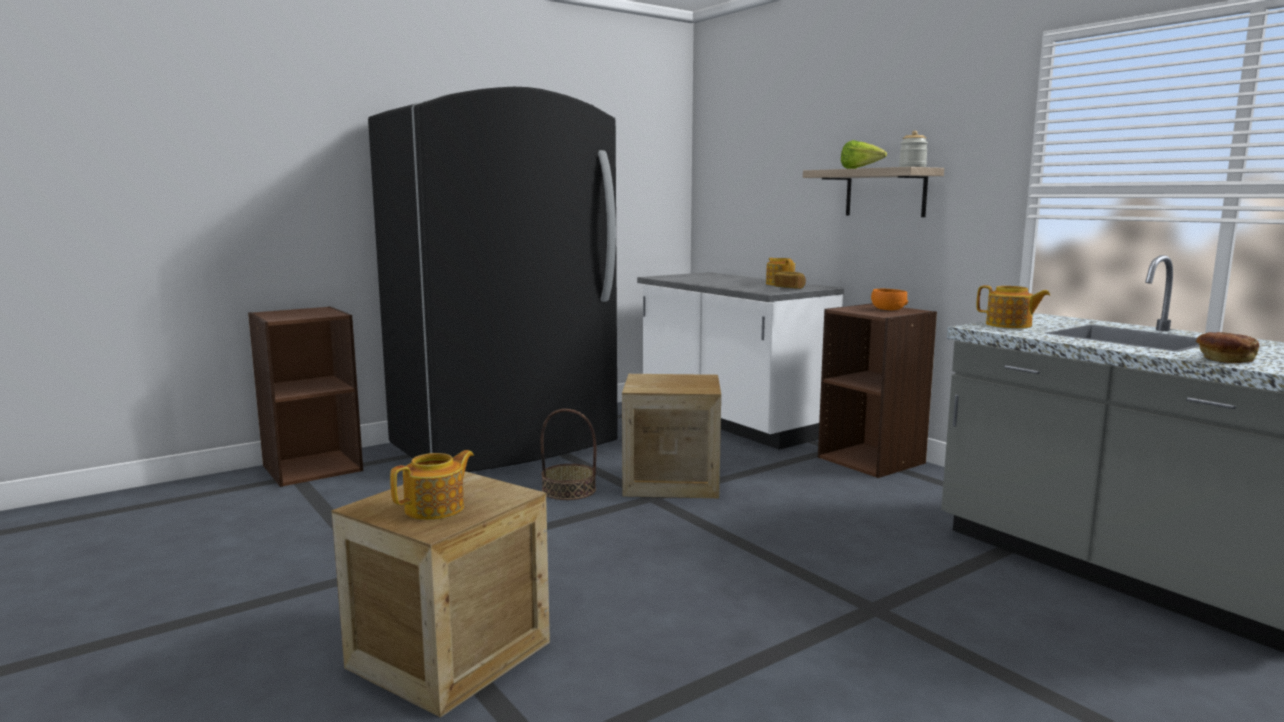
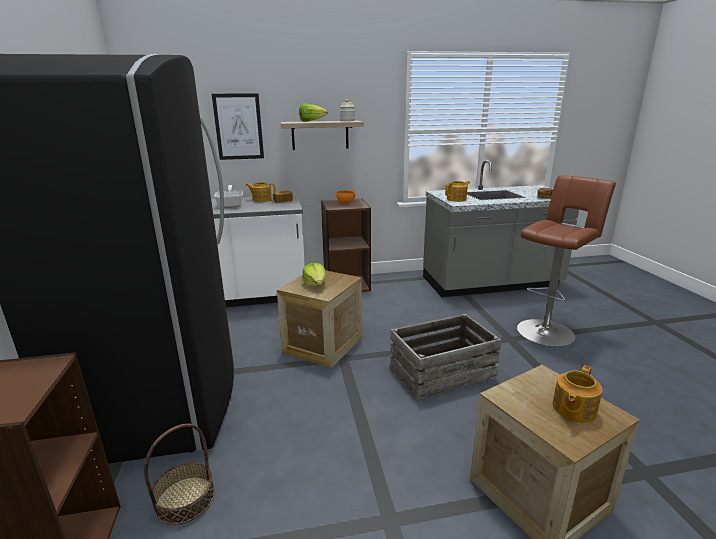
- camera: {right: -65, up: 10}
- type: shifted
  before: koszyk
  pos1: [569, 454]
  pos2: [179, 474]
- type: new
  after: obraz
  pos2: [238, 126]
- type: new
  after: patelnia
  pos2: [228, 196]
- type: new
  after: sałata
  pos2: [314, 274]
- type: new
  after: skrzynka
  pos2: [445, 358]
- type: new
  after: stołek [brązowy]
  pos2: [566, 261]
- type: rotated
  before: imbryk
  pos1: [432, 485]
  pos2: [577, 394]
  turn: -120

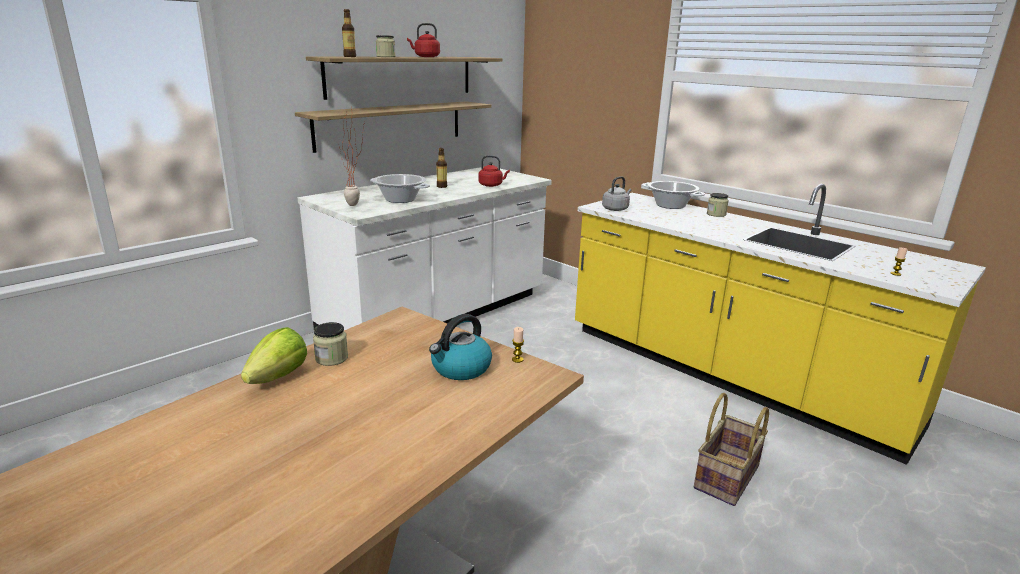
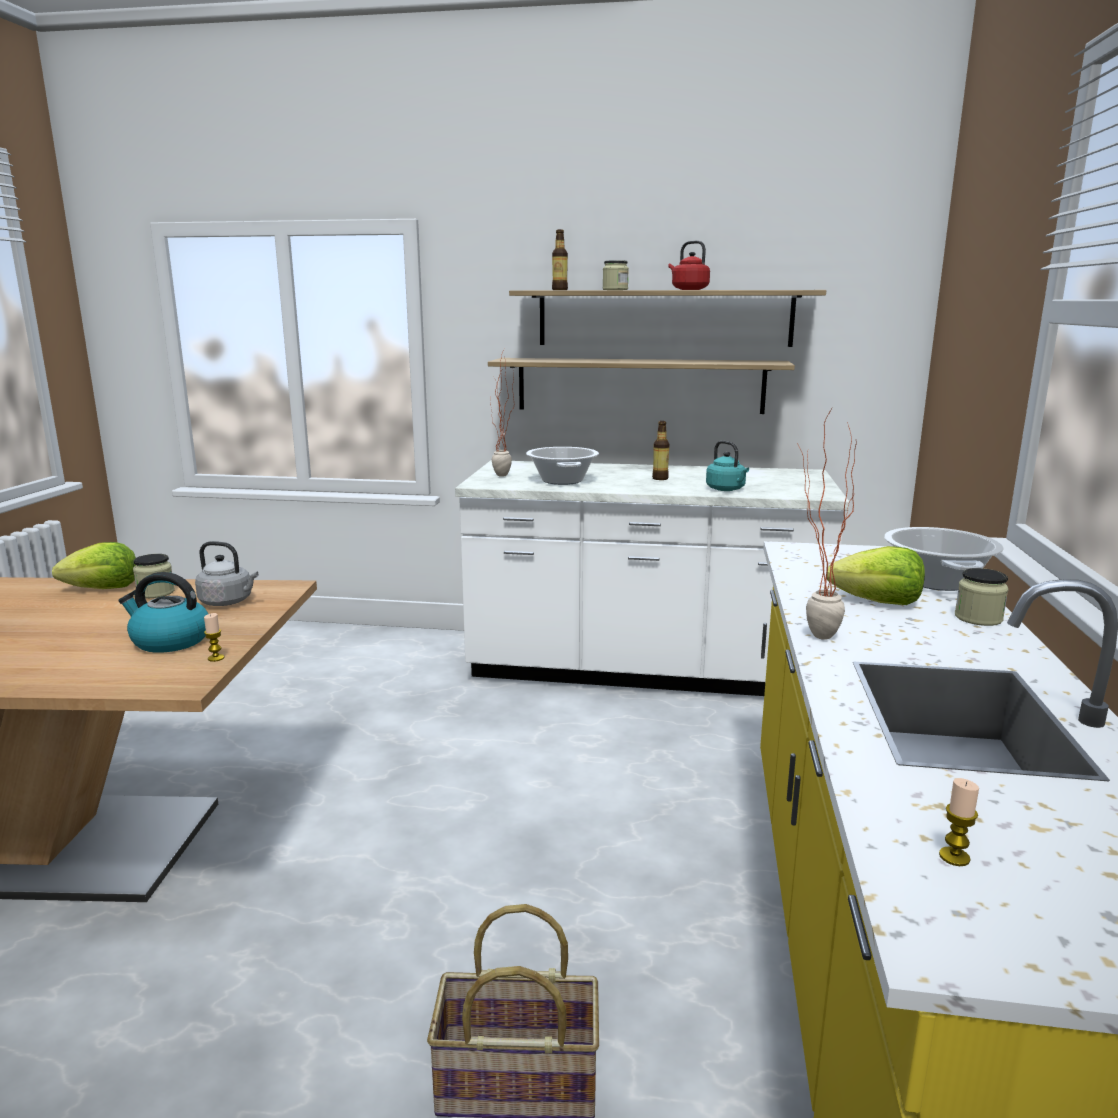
- camera: {right: 55, up: -5}
- type: shifted
  before: czajnik [szary]
  pos1: [616, 193]
  pos2: [226, 573]
- type: repainted
  before: czajnik [czerwony]
  after: czajnik [turkusowy]
  pos1: [494, 171]
  pos2: [727, 465]
- type: new
  after: roślina doniczkowa
  pos2: [827, 524]
- type: new
  after: sałata
  pos2: [876, 575]

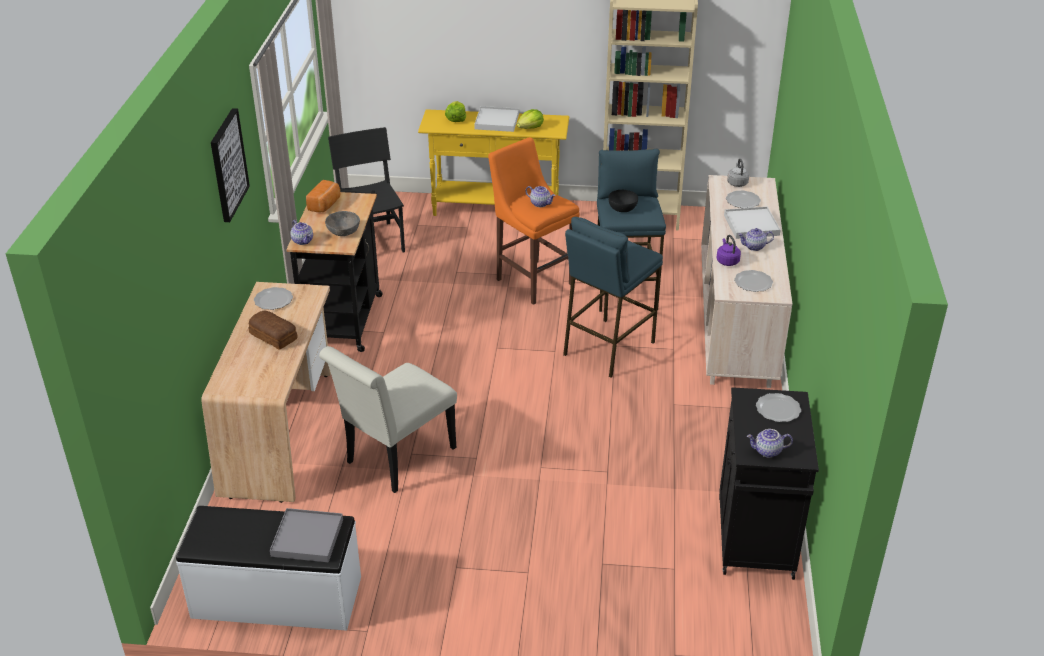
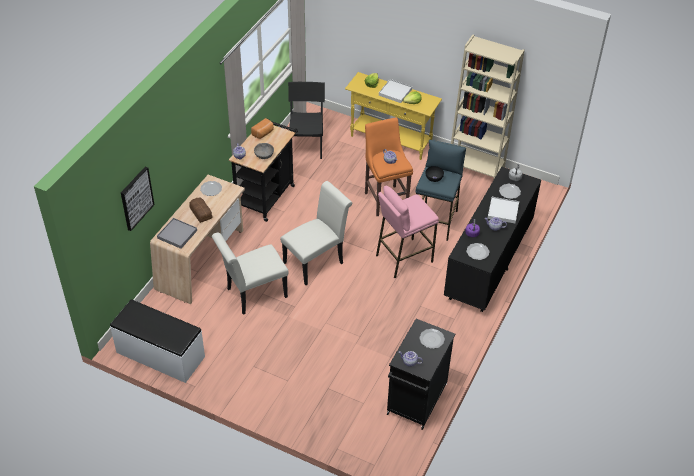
- camera: {right: 20, up: 10}
- type: shifted
  before: obraz
  pos1: [230, 165]
  pos2: [137, 199]
- type: shifted
  before: taca [szary]
  pos1: [306, 535]
  pos2: [177, 233]
- type: new
  after: krzesło [biały]
  pos2: [316, 233]
- type: repainted
  before: stołek [niebieski]
  after: stołek [różowy]
  pos1: [613, 297]
  pos2: [407, 232]
- type: repainted
  before: komoda [beżowy]
  after: komoda [czarny]
  pos1: [746, 281]
  pos2: [492, 239]

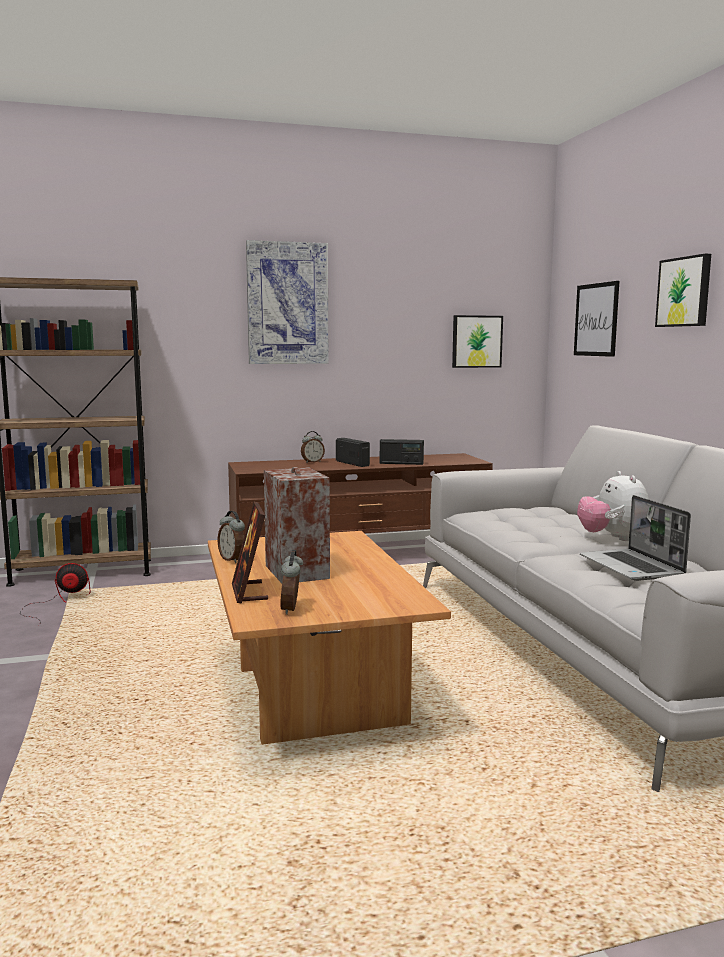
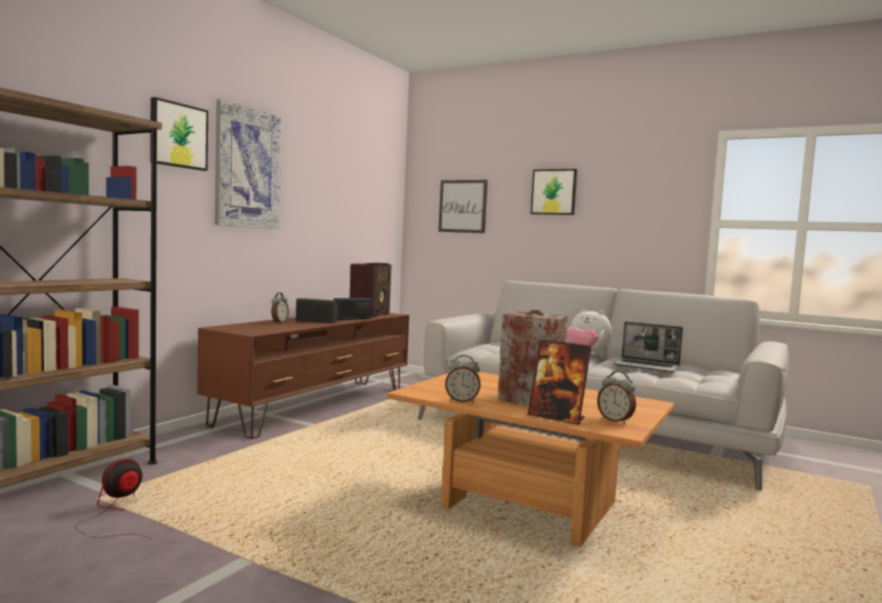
- camera: {right: -45, up: -5}
- type: shifted
  before: obraz
  pos1: [477, 341]
  pos2: [179, 134]
- type: new
  after: radio
  pos2: [370, 290]

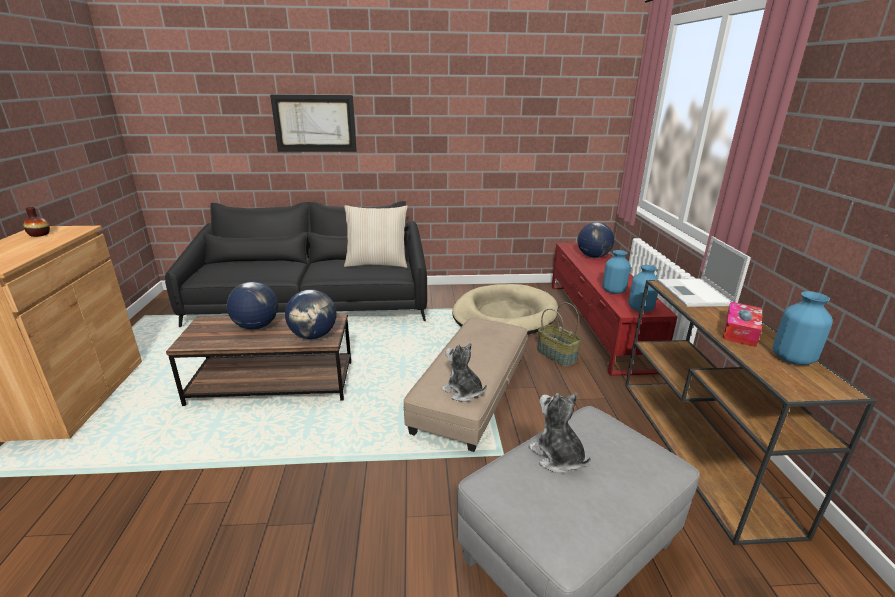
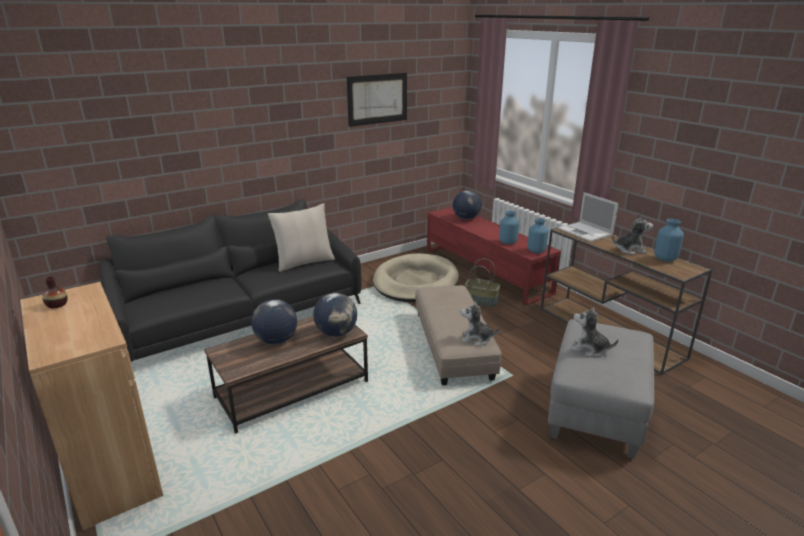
- camera: {right: -30, up: 0}
- type: shifted
  before: obraz
  pos1: [313, 123]
  pos2: [377, 100]
- type: swapped
  before: pudełko chusteczek
  after: pluszak
  pos1: [742, 324]
  pos2: [632, 234]

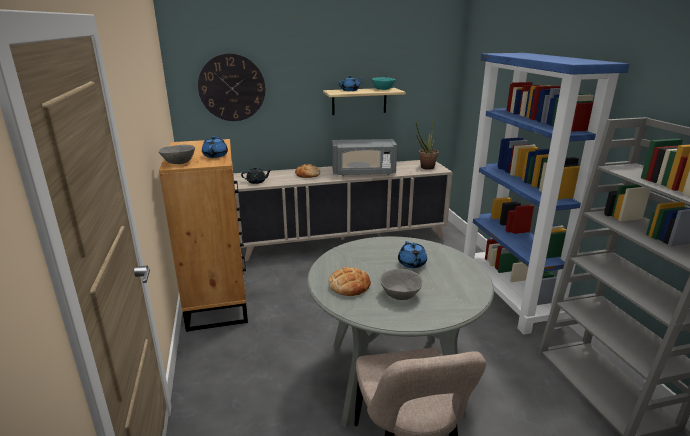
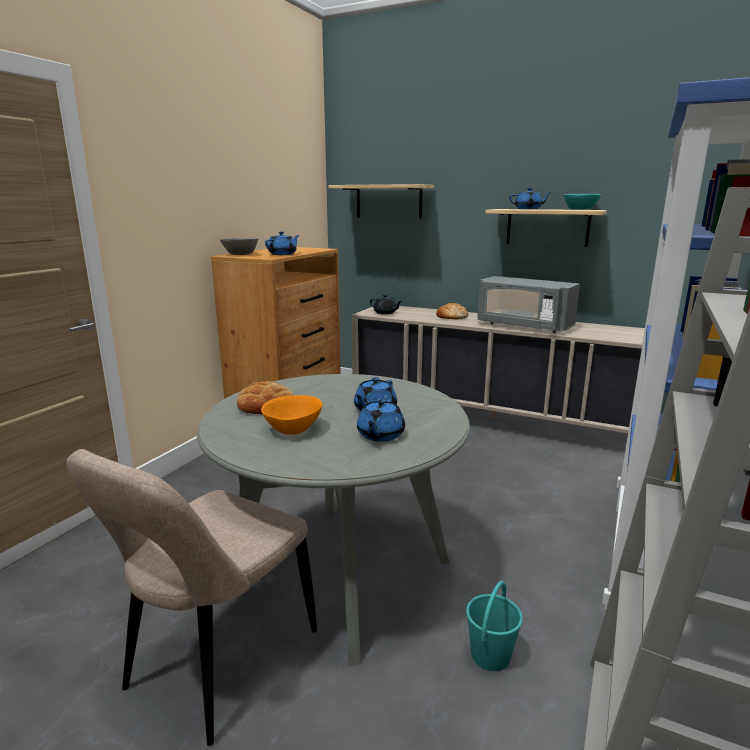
- camera: {right: 40, up: -5}
- type: repainted
  before: miska [szary]
  after: miska [pomarańczowy]
  pos1: [401, 284]
  pos2: [291, 415]
- type: swapped
  before: zegar ścienny
  after: półka
  pos1: [231, 87]
  pos2: [381, 201]
- type: new
  after: imbryk [niebieski]
  pos2: [381, 420]
- type: new
  after: wiadro [turkusowy]
  pos2: [494, 626]
- type: gone
  before: roślina doniczkowa
  pos1: [427, 145]

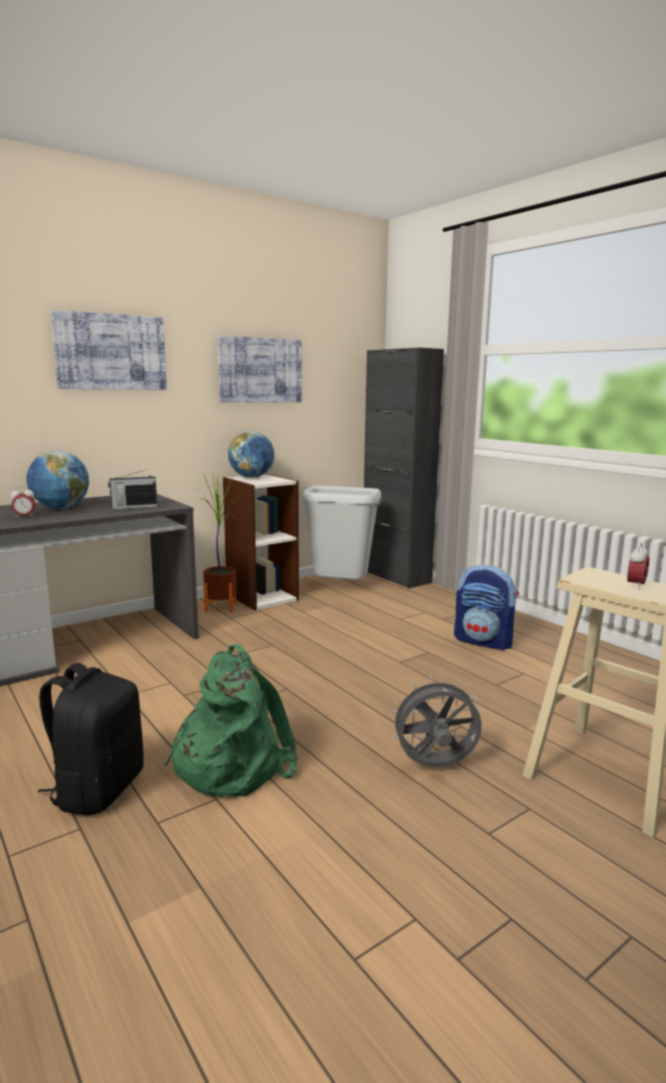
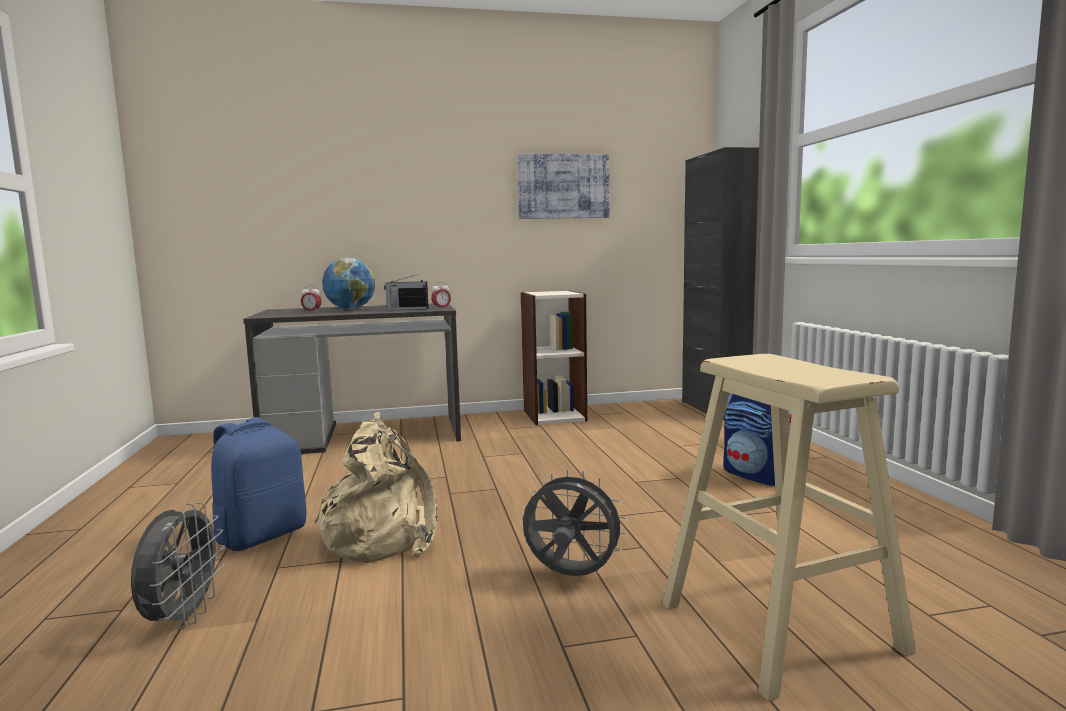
- camera: {right: 25, up: -5}
- type: new
  after: wentylator [szary]
  pos2: [178, 565]
- type: repainted
  before: plecak [czarny]
  after: plecak [niebieski]
  pos1: [91, 739]
  pos2: [258, 484]
- type: repainted
  before: plecak [zielony]
  after: plecak [beżowy]
  pos1: [231, 720]
  pos2: [375, 487]
- type: shifted
  before: budzik
  pos1: [638, 566]
  pos2: [441, 296]
- type: gone
  before: obraz
  pos1: [108, 350]
- type: gone
  before: roślina doniczkowa
  pos1: [217, 543]
- type: gone
  before: globus
  pos1: [251, 454]
- type: gone
  before: kosz na śmieci [szary]
  pos1: [341, 533]

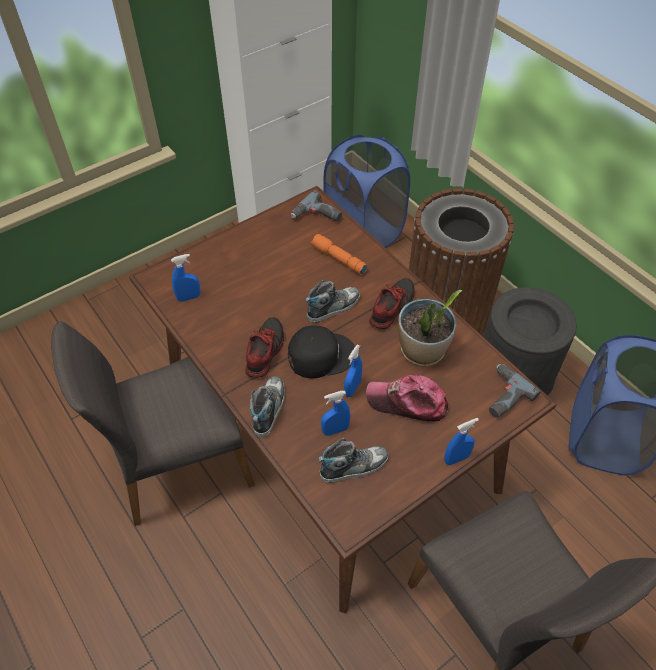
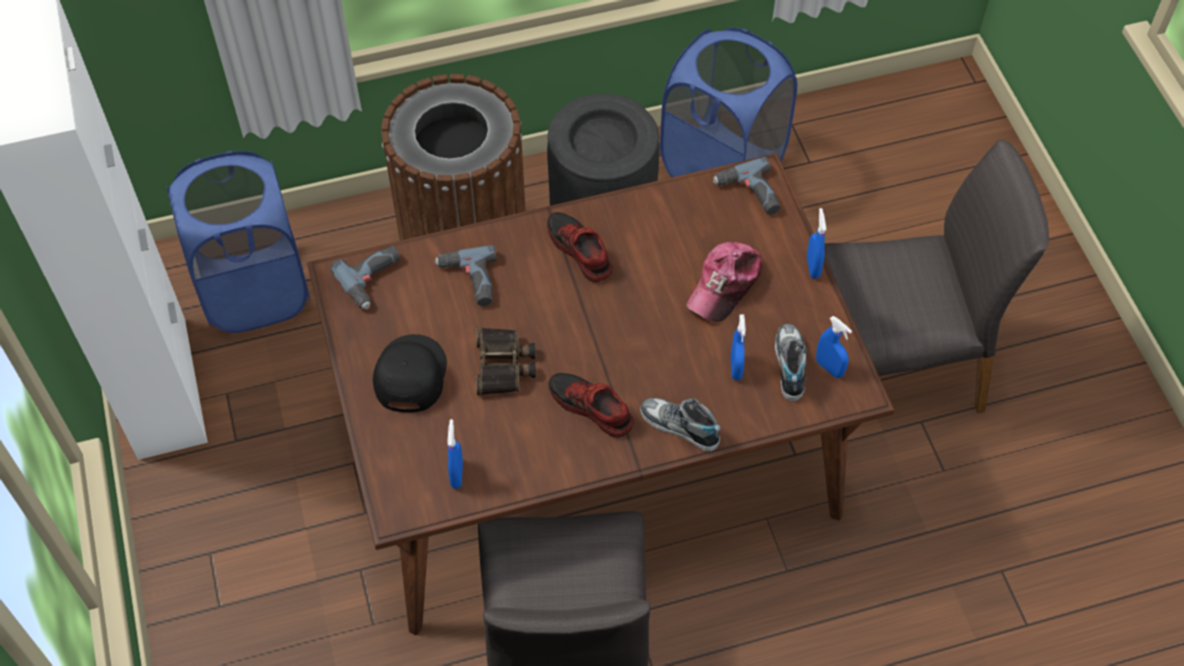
- camera: {right: -70, up: 5}
- type: shifted
  before: czapka z daszkiem [czarny]
  pos1: [321, 351]
  pos2: [410, 373]
- type: swapped
  before: latarka [pomarańczowy]
  after: wiertarka
  pos1: [338, 254]
  pos2: [465, 275]
- type: new
  after: lornetka
  pos2: [506, 361]
- type: shifted
  before: spryskiwacz [niebieski]
  pos1: [353, 370]
  pos2: [834, 347]
- type: gone
  before: but
  pos1: [332, 301]
- type: gone
  before: roślina doniczkowa
  pos1: [430, 328]

